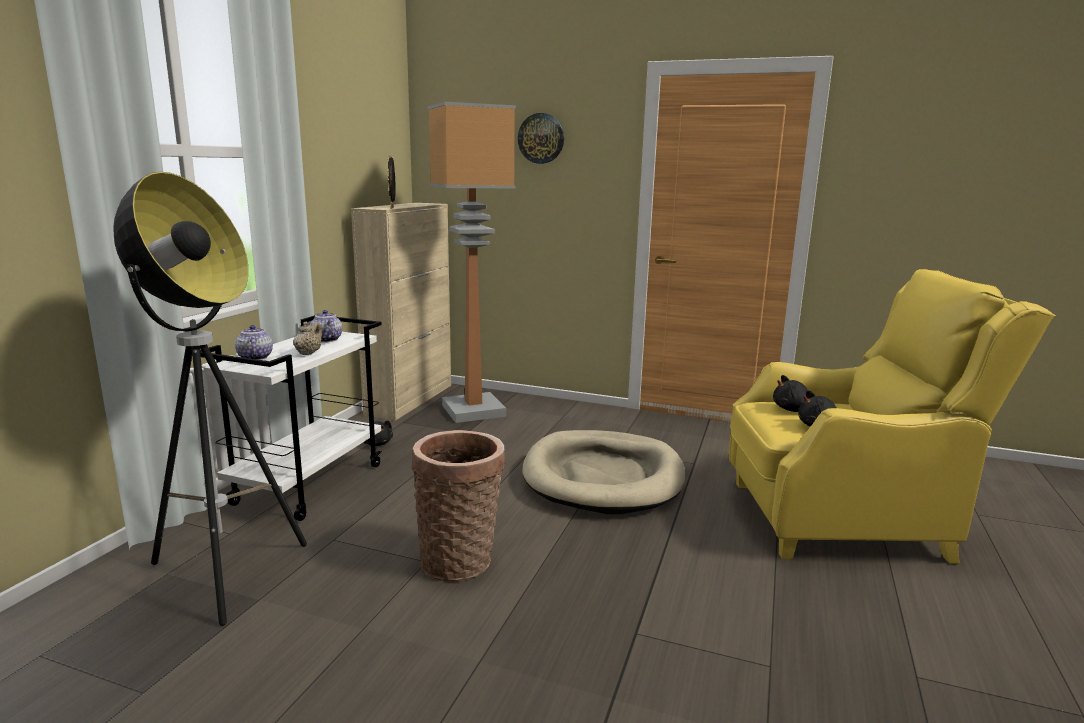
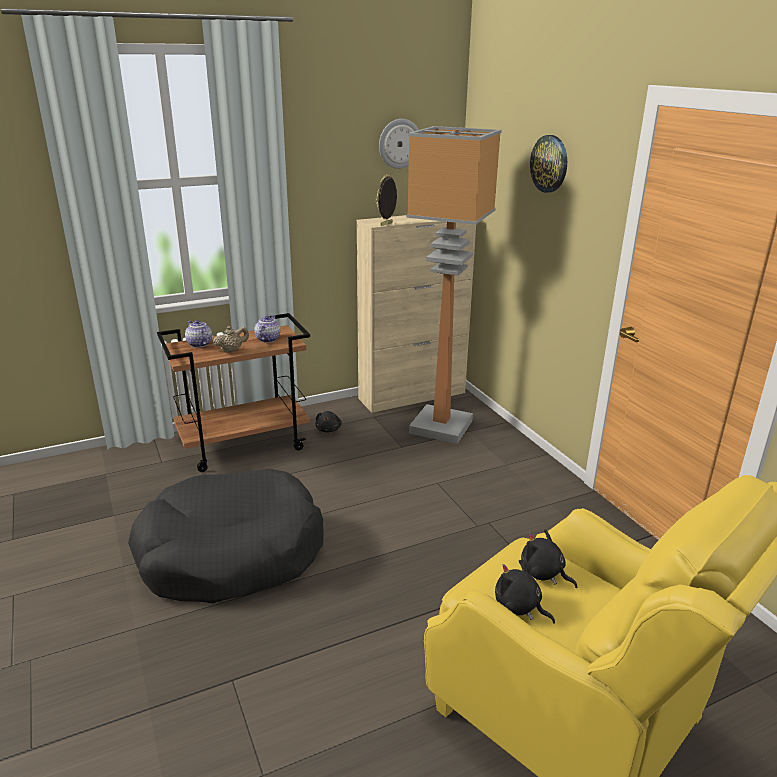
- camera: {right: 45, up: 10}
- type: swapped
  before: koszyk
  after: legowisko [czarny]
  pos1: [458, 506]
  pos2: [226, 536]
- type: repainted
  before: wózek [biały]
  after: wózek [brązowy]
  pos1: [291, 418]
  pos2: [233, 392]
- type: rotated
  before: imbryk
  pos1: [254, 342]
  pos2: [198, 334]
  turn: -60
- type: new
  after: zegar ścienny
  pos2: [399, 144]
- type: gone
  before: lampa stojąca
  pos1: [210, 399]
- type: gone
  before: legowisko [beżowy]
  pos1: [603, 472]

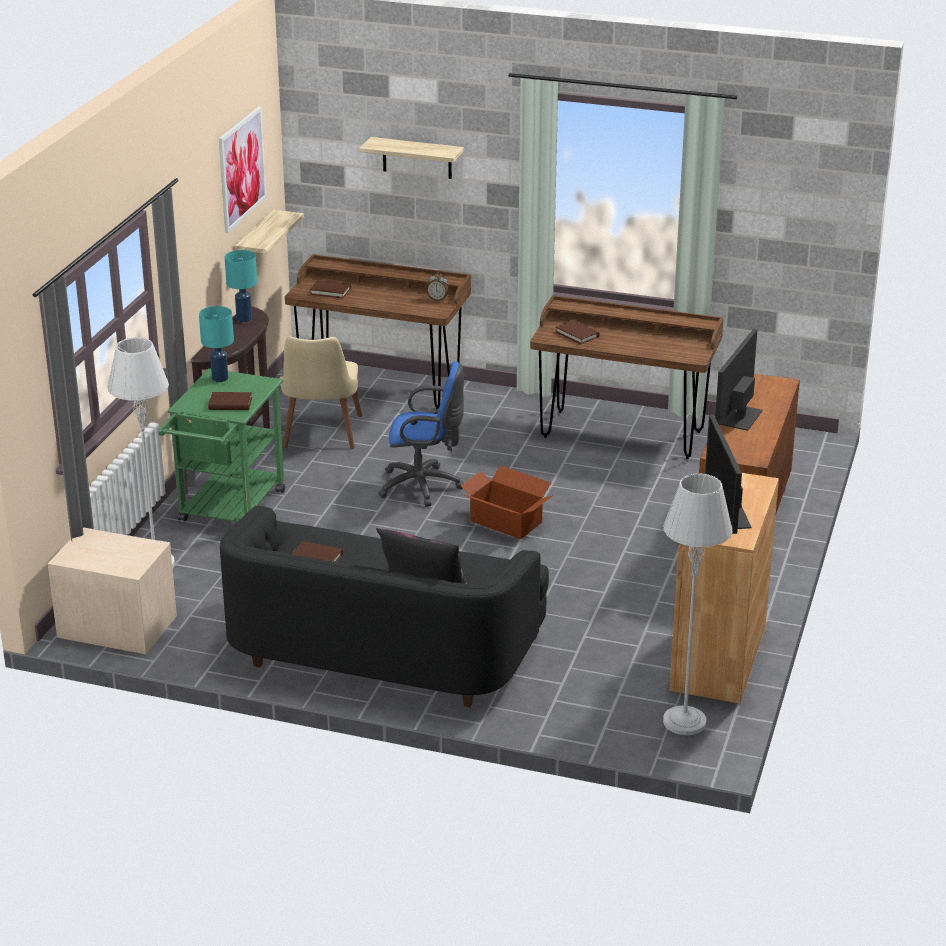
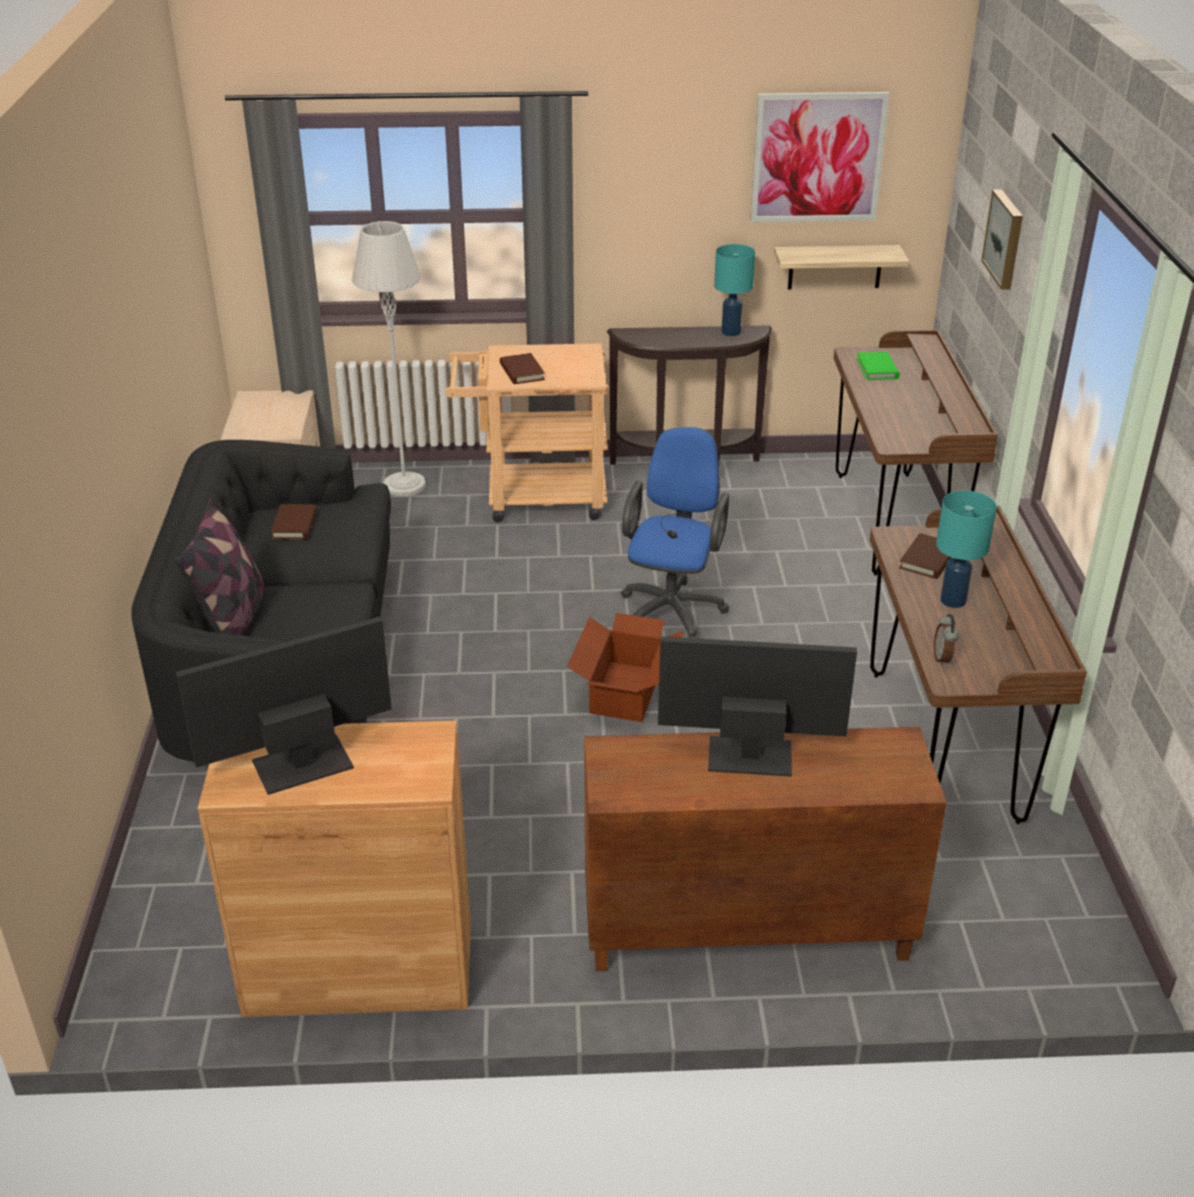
- camera: {right: 70, up: 5}
- type: repainted
  before: wózek [zielony]
  after: wózek [beżowy]
  pos1: [221, 445]
  pos2: [527, 432]
- type: rotated
  before: krzesło biurowe [niebieski]
  pos1: [421, 434]
  pos2: [675, 533]
  turn: -150
- type: repainted
  before: książka [brązowy]
  after: książka [zielony]
  pos1: [330, 289]
  pos2: [878, 366]
- type: shifted
  before: budzik
  pos1: [438, 287]
  pos2: [946, 640]
- type: shifted
  before: lampa stołowa [turkusowy]
  pos1: [216, 344]
  pos2: [966, 549]
- type: swapped
  before: półka
  after: obraz
  pos1: [411, 158]
  pos2: [1002, 239]
- type: gone
  before: krzesło [beżowy]
  pos1: [321, 392]
- type: gone
  before: lampa stojąca [szary]
  pos1: [698, 604]

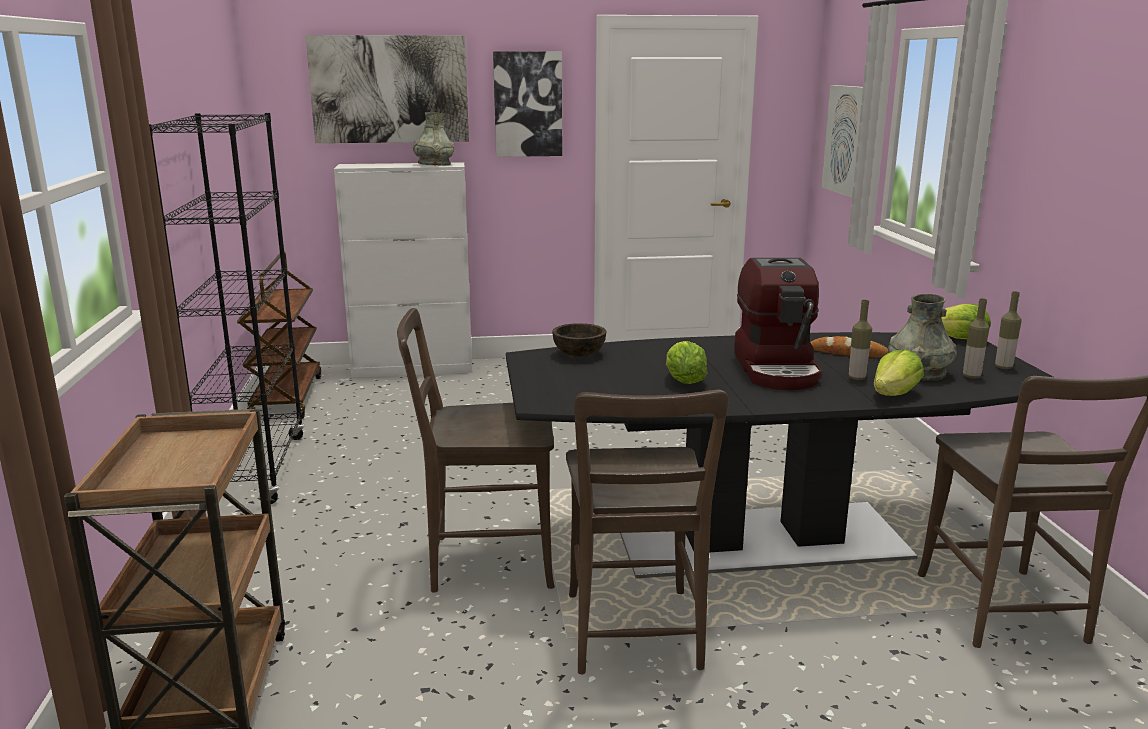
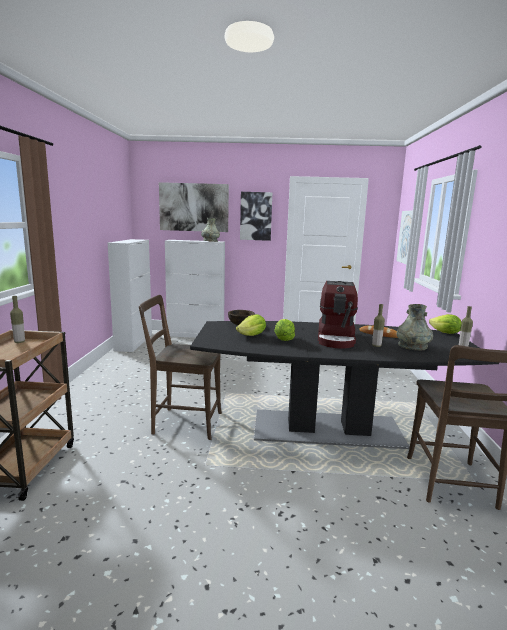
- camera: {right: 10, up: -5}
- type: shifted
  before: butelka
  pos1: [976, 338]
  pos2: [17, 319]
- type: swapped
  before: wózek [brązowy]
  after: szafka [biały]
  pos1: [279, 335]
  pos2: [130, 295]
- type: shifted
  before: sałata
  pos1: [899, 372]
  pos2: [251, 325]
- type: gone
  before: regał [czarny]
  pos1: [227, 308]
- type: gone
  before: krzesło [brązowy]
  pos1: [647, 532]

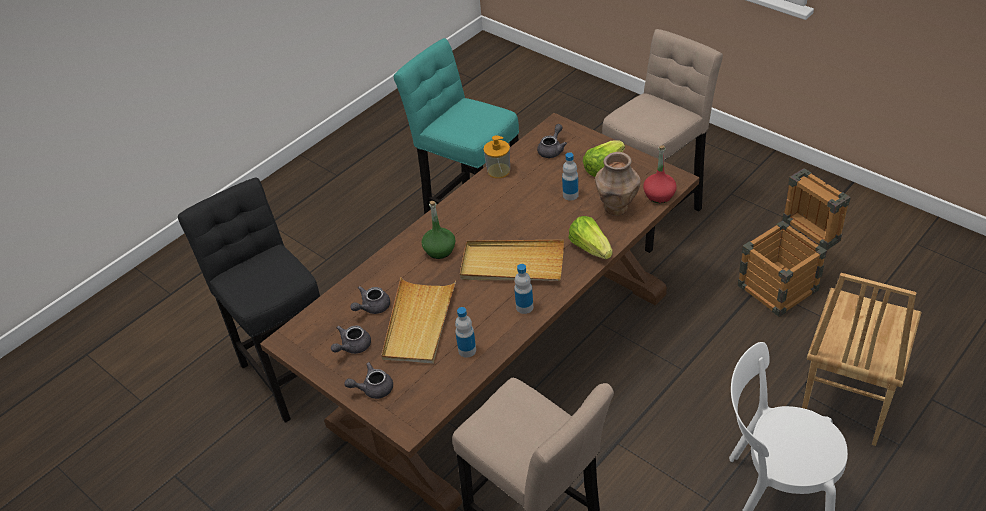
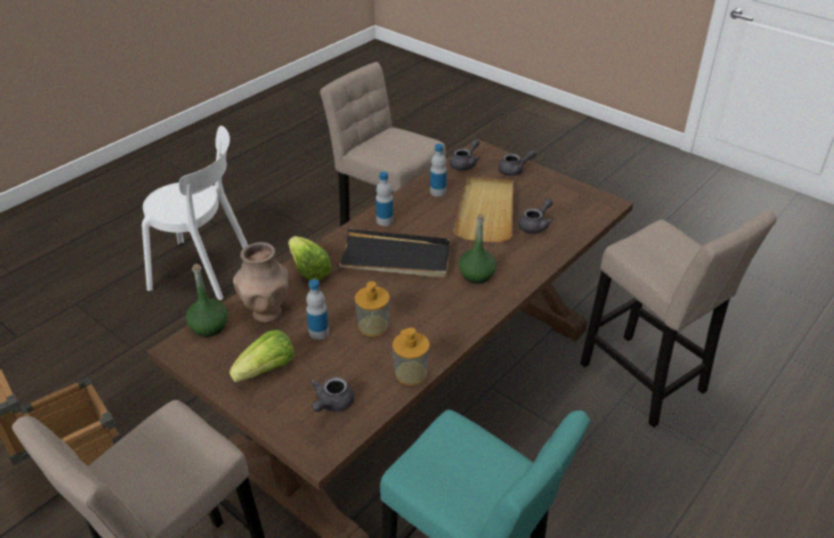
- camera: {right: 175, up: -5}
- type: repainted
  before: butelka [czerwony]
  after: butelka [zielony]
  pos1: [660, 174]
  pos2: [207, 300]
- type: repainted
  before: taca [beżowy]
  after: taca [czarny]
  pos1: [512, 260]
  pos2: [394, 253]
- type: new
  after: dozownik mydła
  pos2: [372, 309]
- type: shifted
  before: imbryk [szary]
  pos1: [351, 340]
  pos2: [464, 155]
- type: repainted
  before: stołek [czarny]
  after: stołek [beżowy]
  pos1: [249, 300]
  pos2: [678, 319]
- type: gone
  before: krzesło [brązowy]
  pos1: [862, 359]

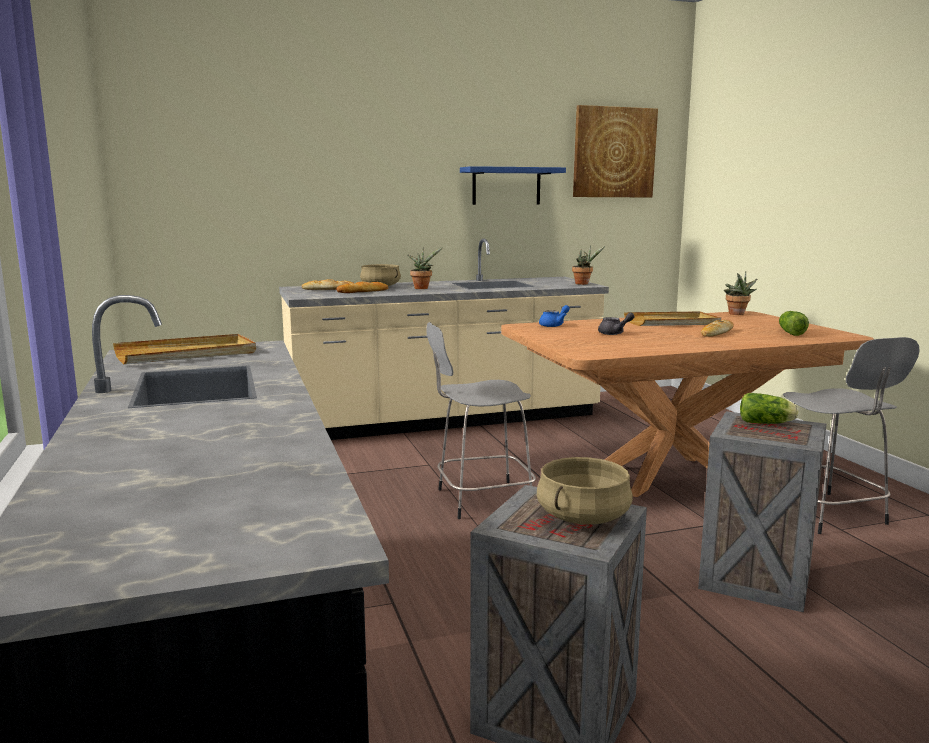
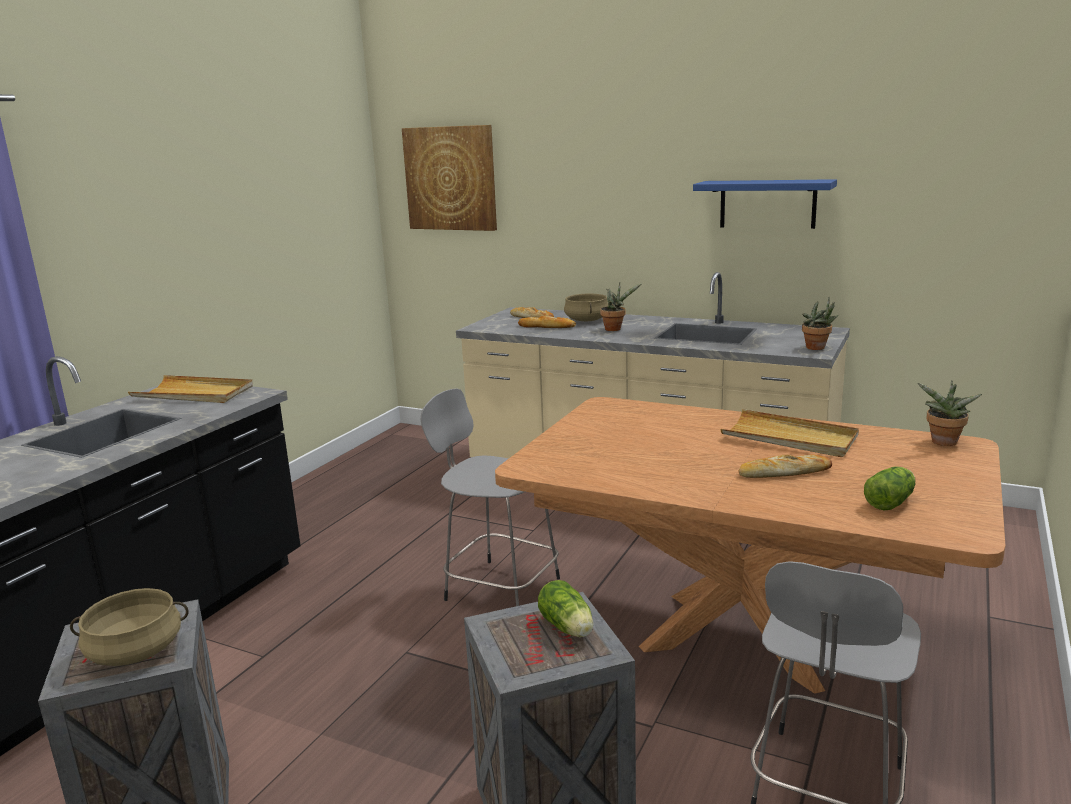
- camera: {right: 45, up: 5}
- type: shifted
  before: obraz
  pos1: [615, 151]
  pos2: [449, 178]
- type: gone
  before: imbryk [niebieski]
  pos1: [554, 316]
- type: gone
  before: imbryk [szary]
  pos1: [616, 323]

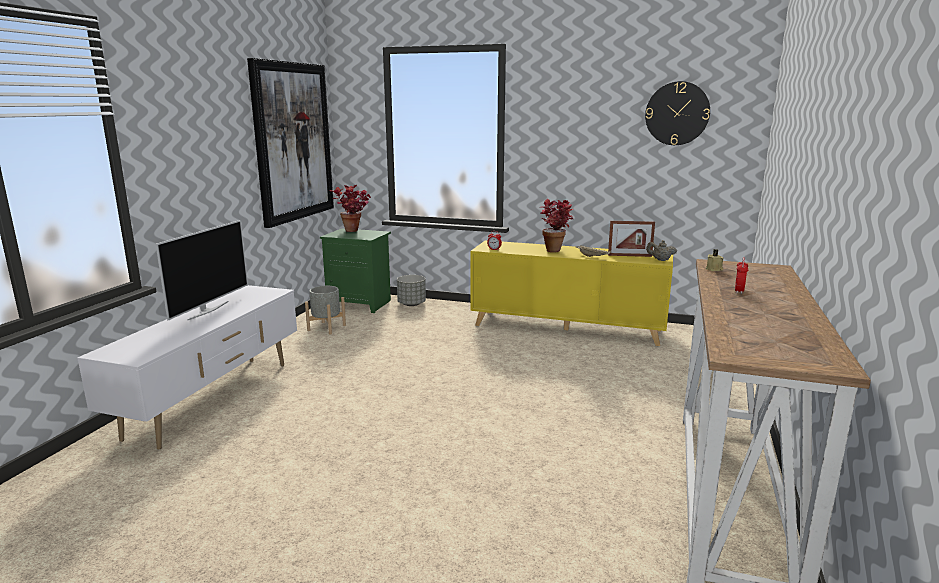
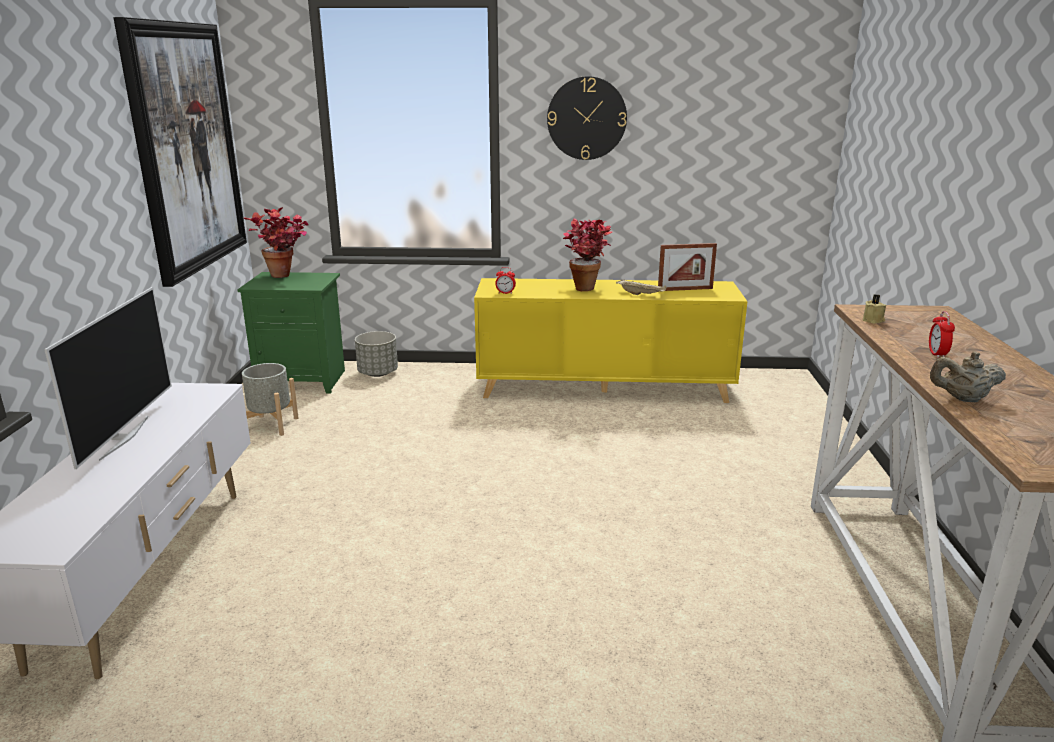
- camera: {right: -15, up: 5}
- type: shifted
  before: zegar ścienny
  pos1: [677, 113]
  pos2: [587, 118]
- type: shifted
  before: imbryk [beżowy]
  pos1: [661, 250]
  pos2: [968, 376]

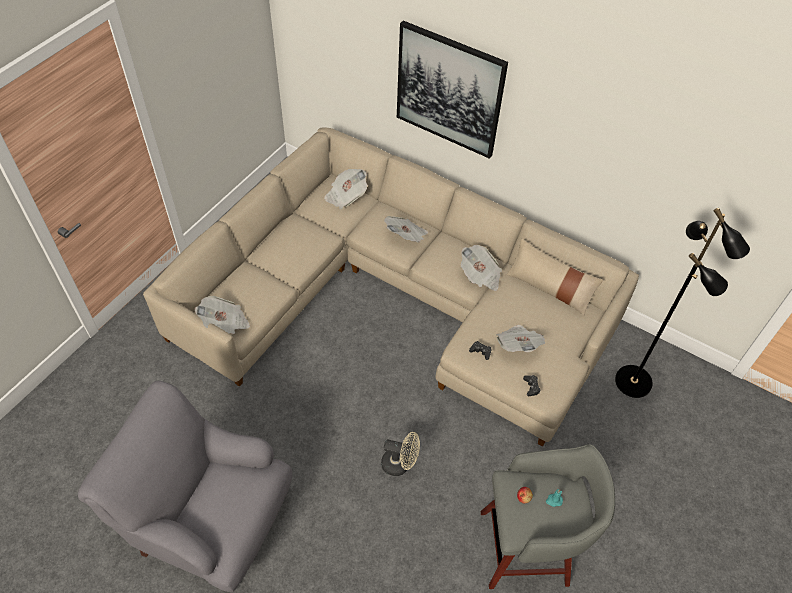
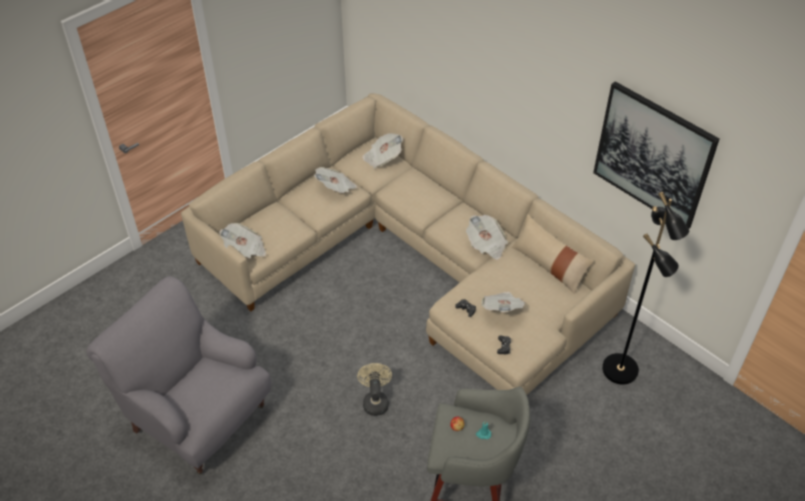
- camera: {right: 15, up: -5}
- type: shifted
  before: gazeta
  pos1: [406, 229]
  pos2: [336, 180]
- type: rotated
  before: wentylator [beżowy]
  pos1: [400, 454]
  pos2: [374, 389]
  turn: -120
- type: shifted
  before: obraz
  pos1: [452, 90]
  pos2: [656, 155]

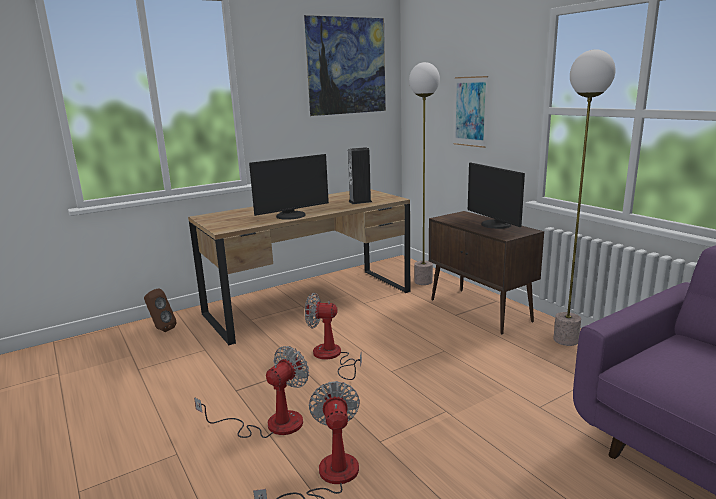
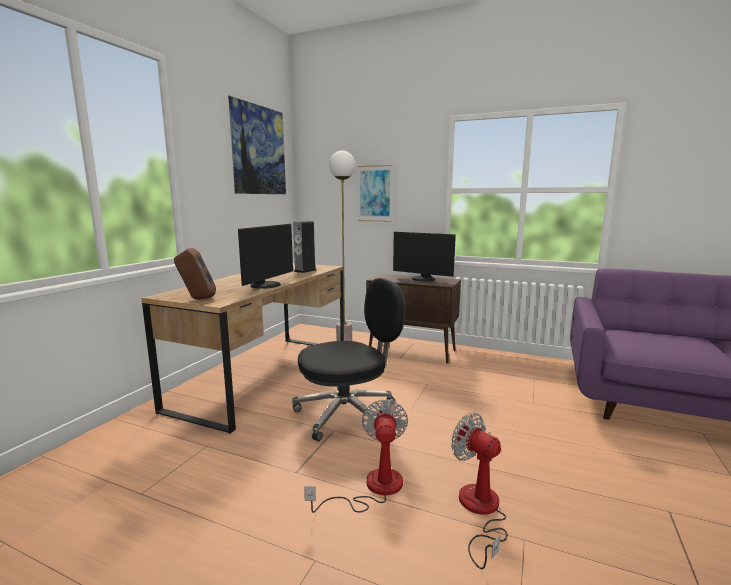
- camera: {right: -35, up: -5}
- type: shifted
  before: głośnik [brązowy]
  pos1: [160, 310]
  pos2: [195, 274]
- type: swapped
  before: wentylator
  after: krzesło biurowe [czarny]
  pos1: [333, 336]
  pos2: [348, 359]
- type: gone
  before: lampa stojąca
  pos1: [584, 197]

